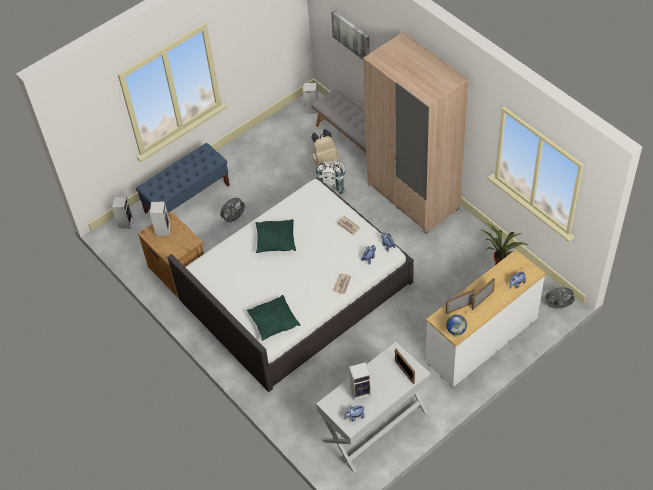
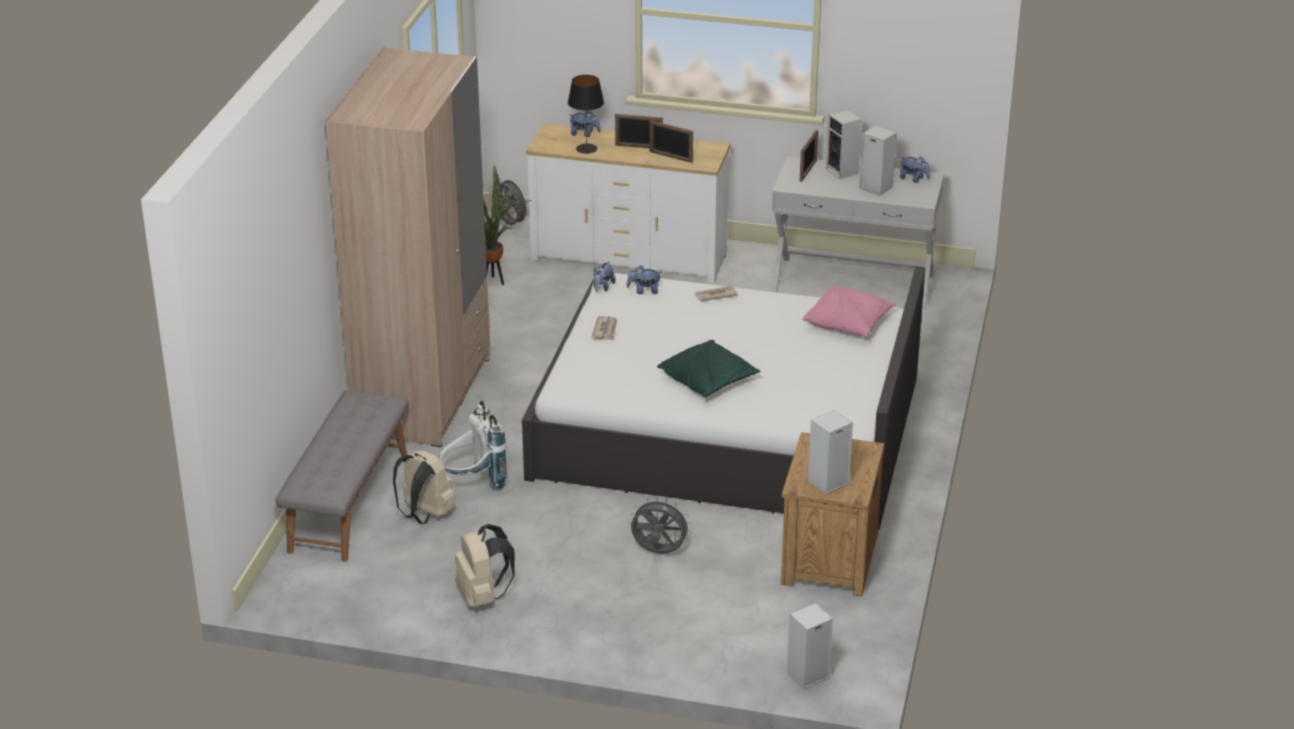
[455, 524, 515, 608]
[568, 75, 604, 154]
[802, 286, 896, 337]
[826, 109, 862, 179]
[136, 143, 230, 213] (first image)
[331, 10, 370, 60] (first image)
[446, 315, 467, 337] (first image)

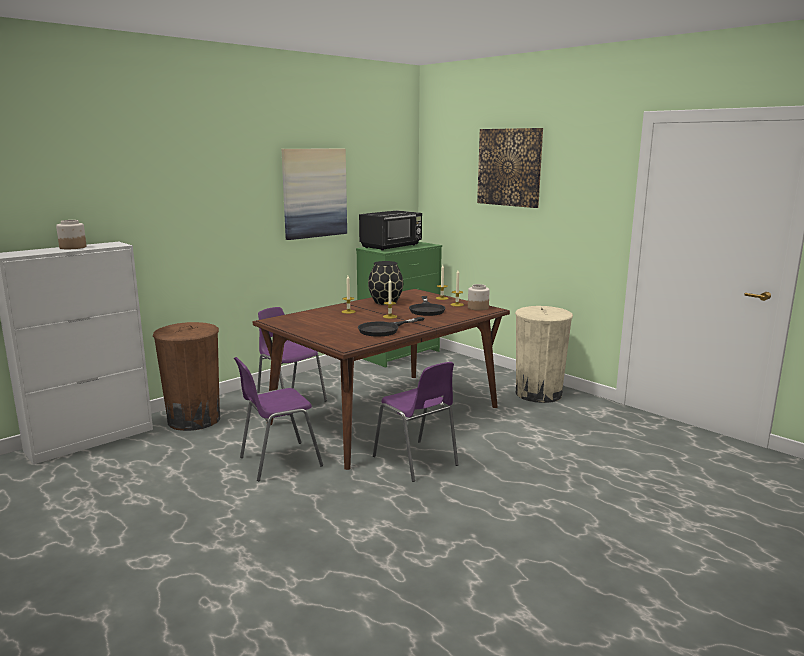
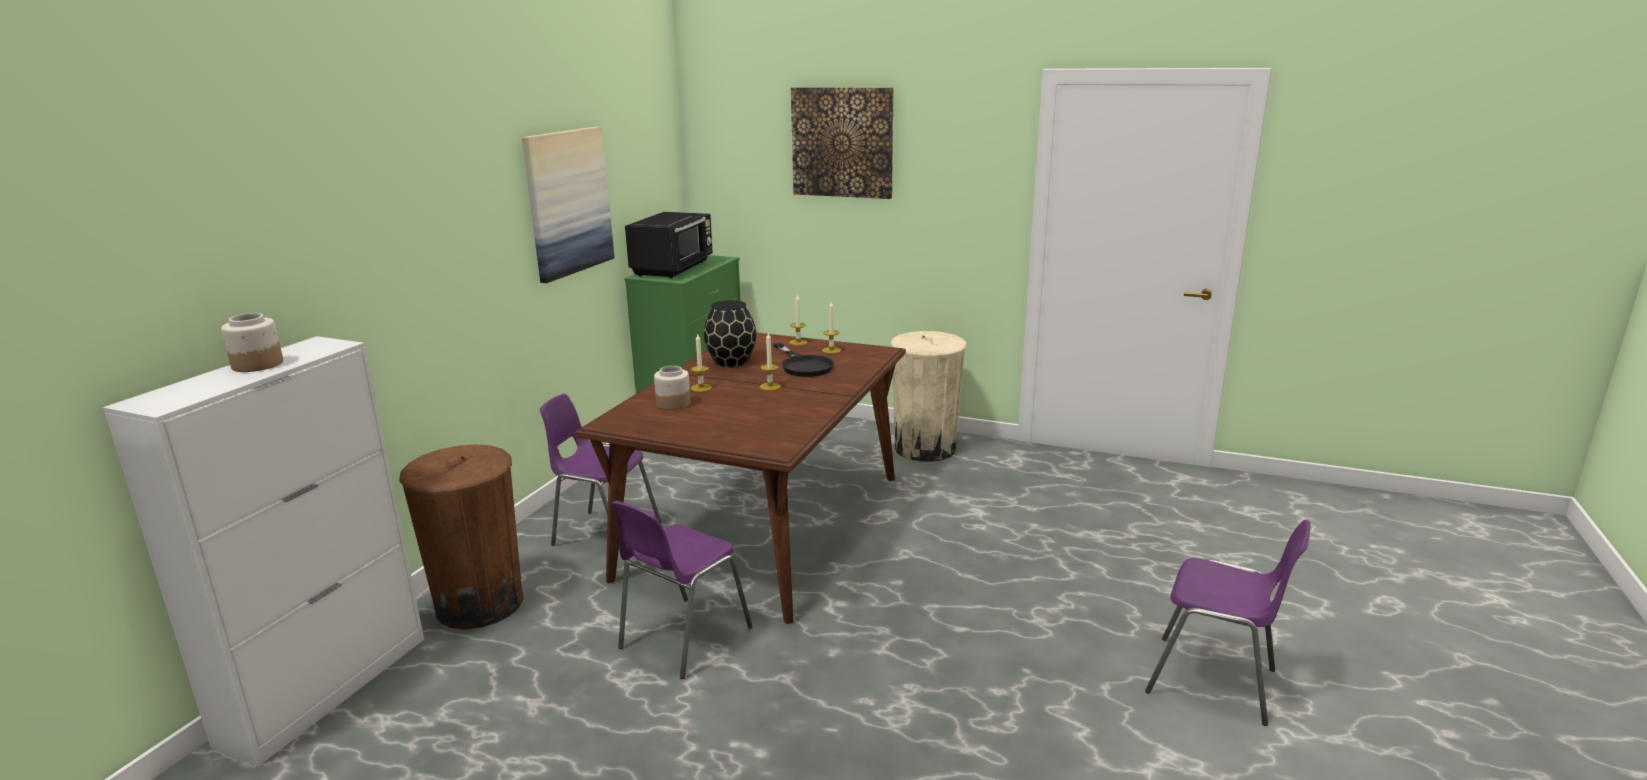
[654, 366, 691, 410]
[1145, 519, 1310, 726]
[358, 317, 424, 337] (first image)

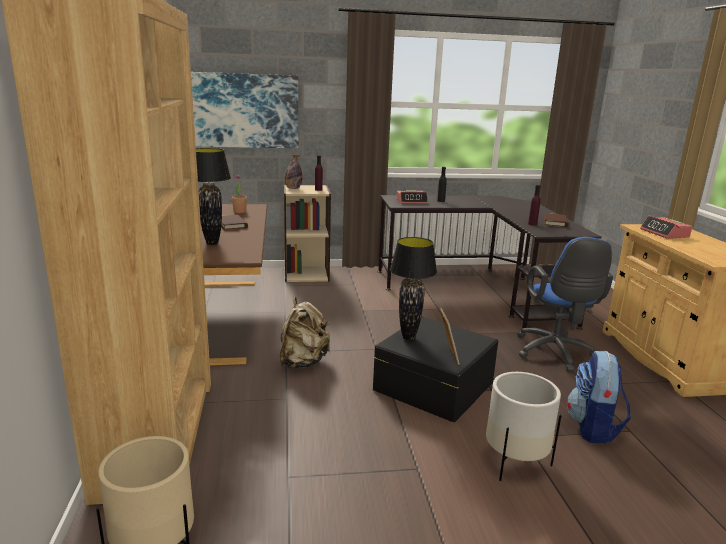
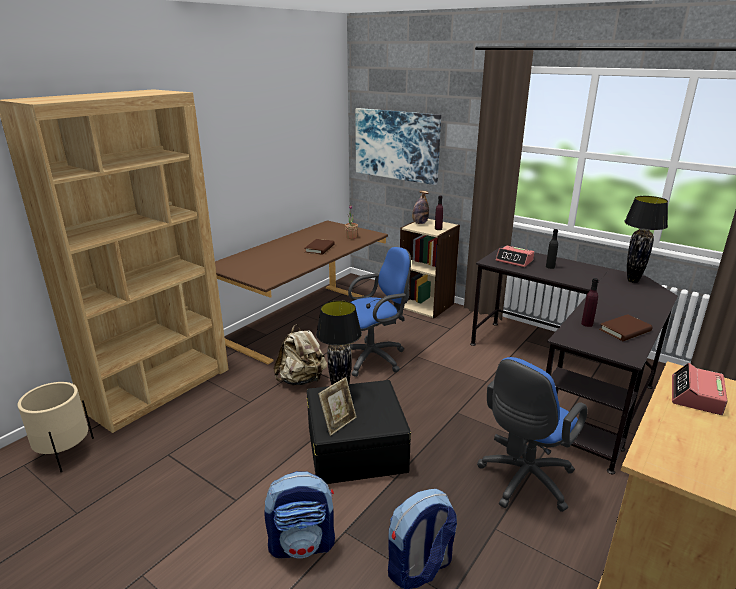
[264, 471, 335, 558]
[348, 247, 411, 377]
[624, 196, 668, 283]

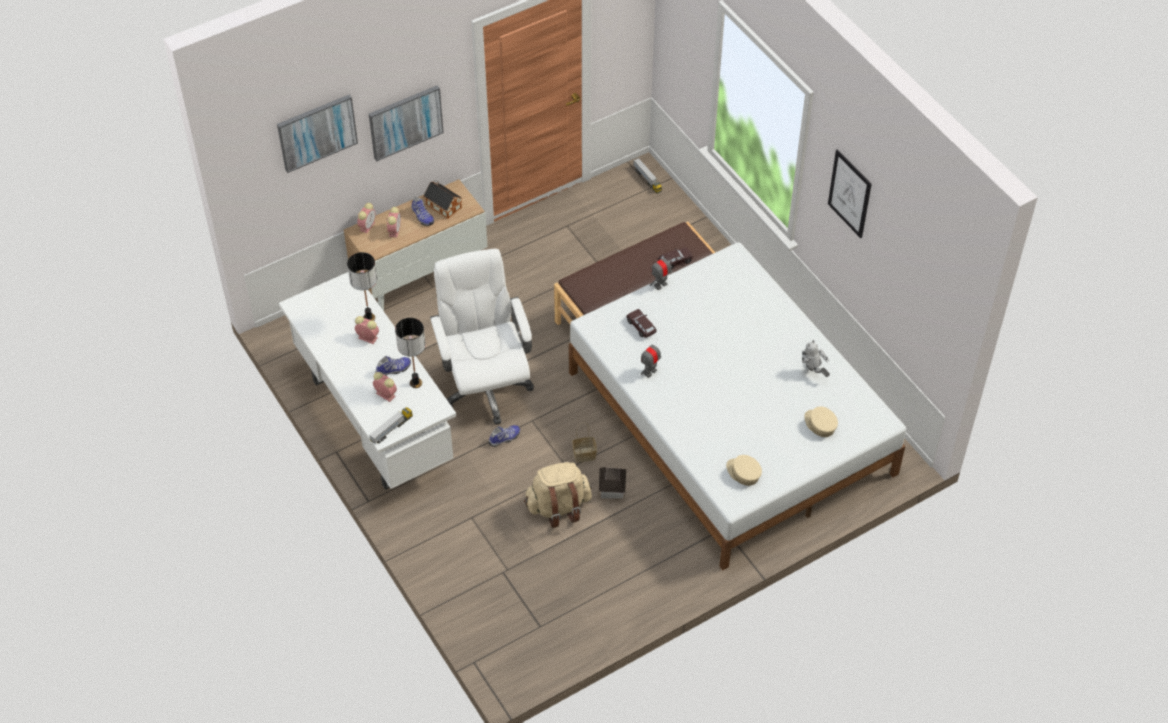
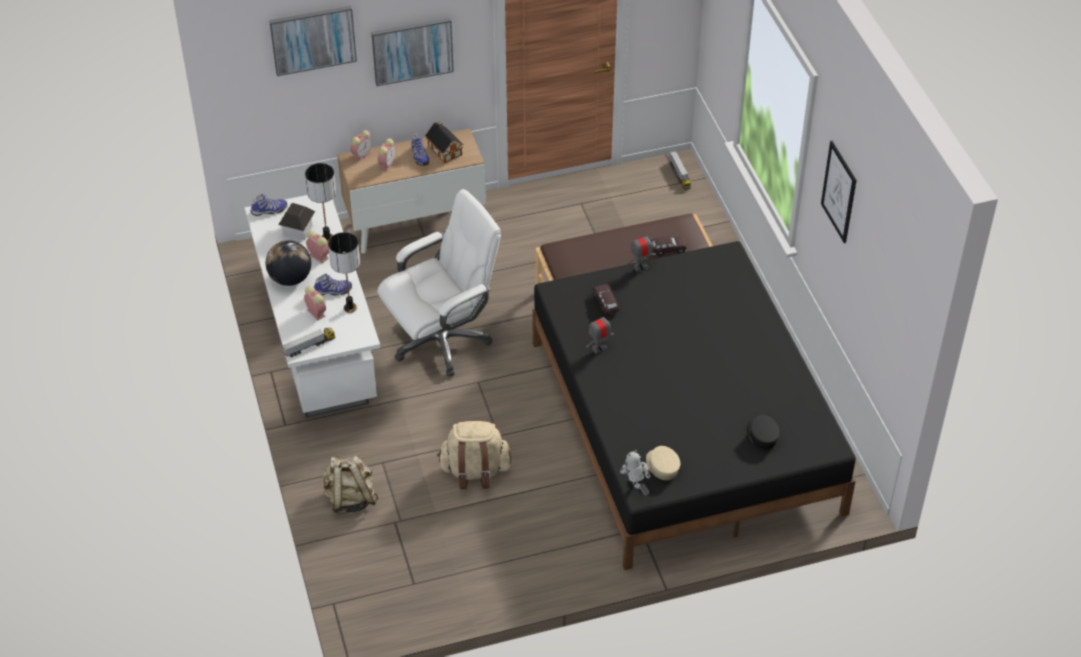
[250, 194, 287, 216]
[266, 240, 311, 286]
[278, 203, 315, 240]
[323, 456, 378, 514]
[377, 189, 501, 377]
[533, 241, 856, 570]
[620, 450, 650, 495]
[747, 415, 780, 449]
[572, 422, 597, 463] (first image)

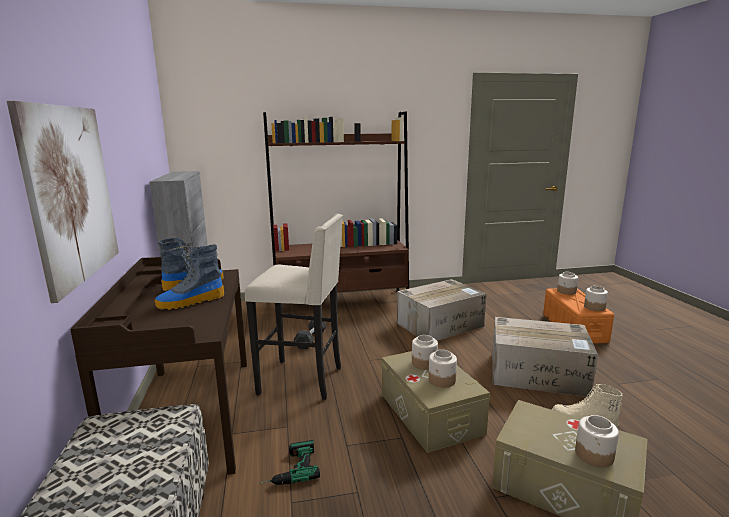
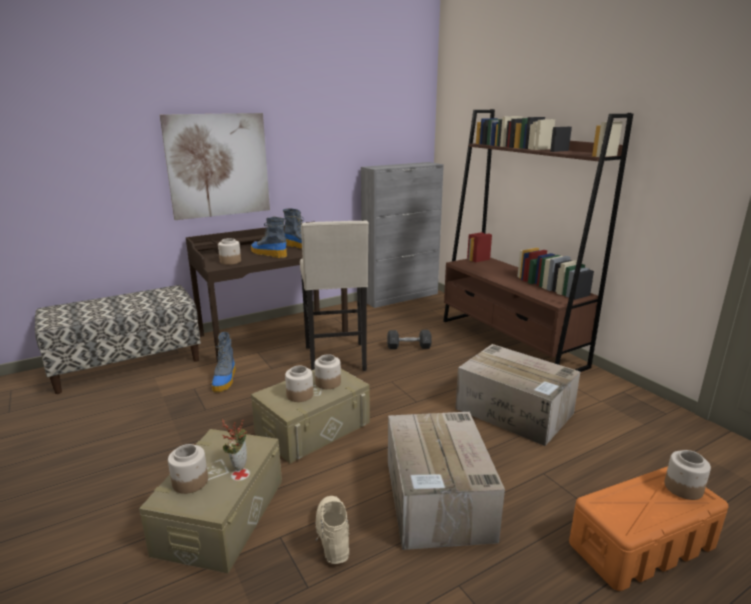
[212, 332, 236, 392]
[218, 238, 241, 265]
[222, 419, 247, 471]

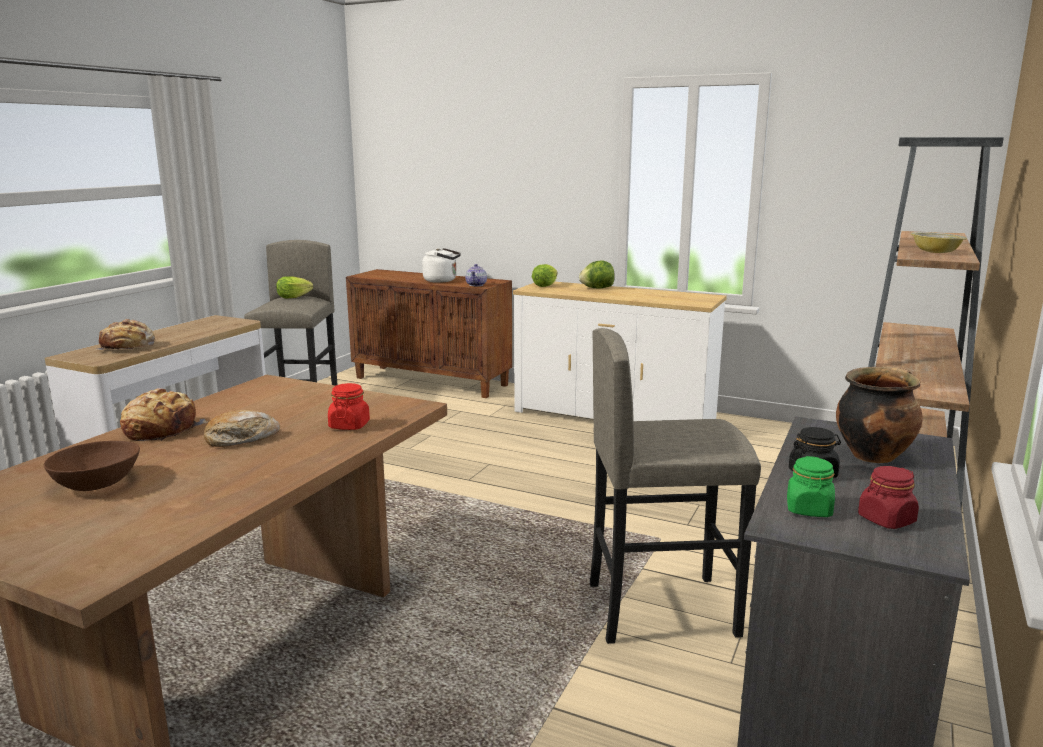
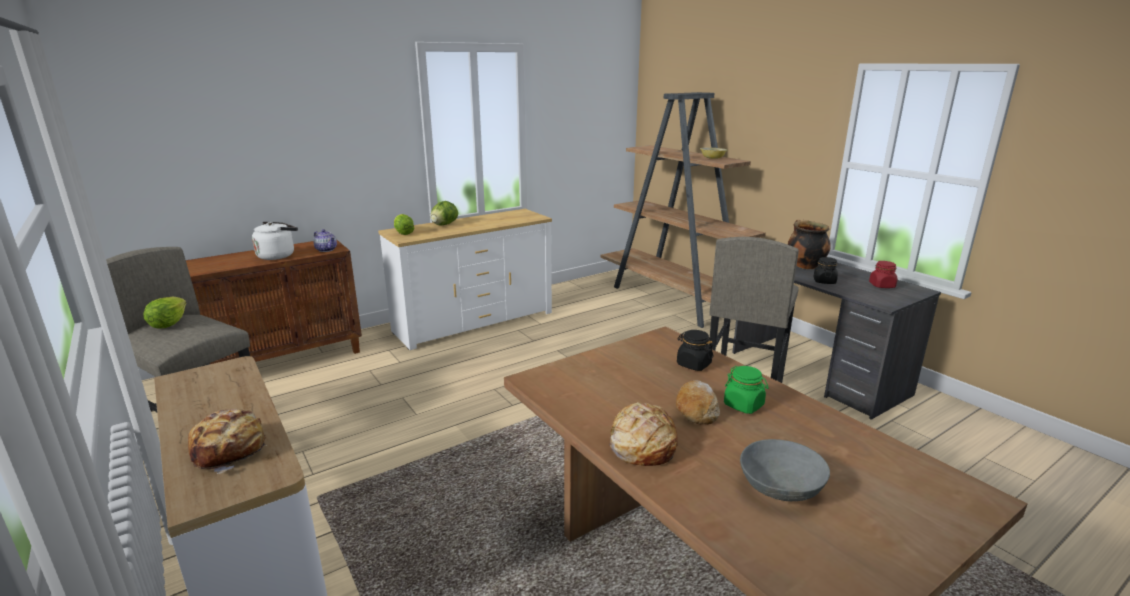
[677, 330, 714, 371]
[724, 366, 769, 414]
[740, 439, 830, 501]

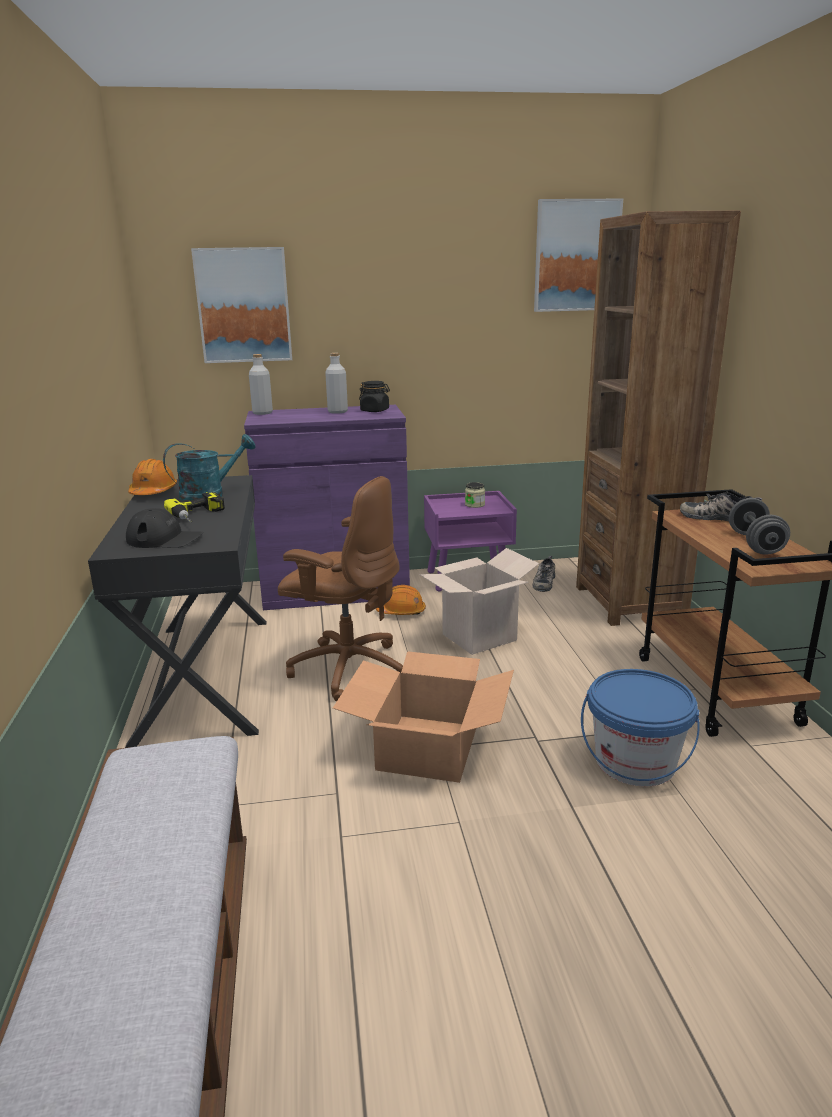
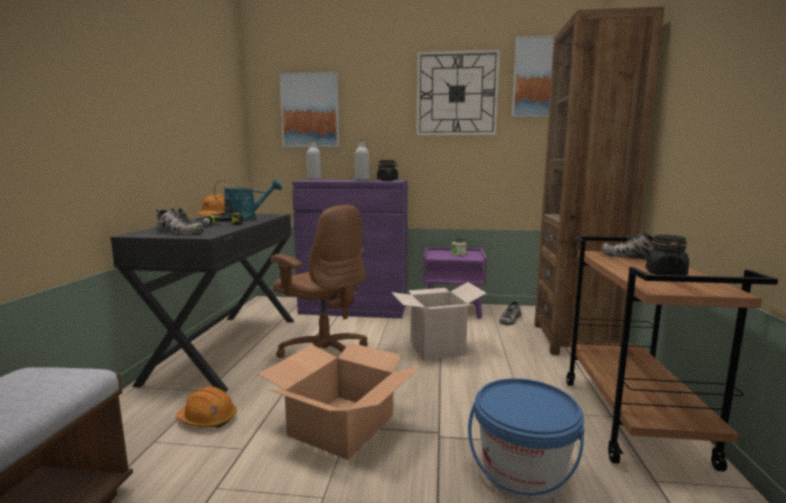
[155, 208, 204, 235]
[176, 386, 237, 427]
[416, 50, 500, 136]
[646, 235, 689, 276]

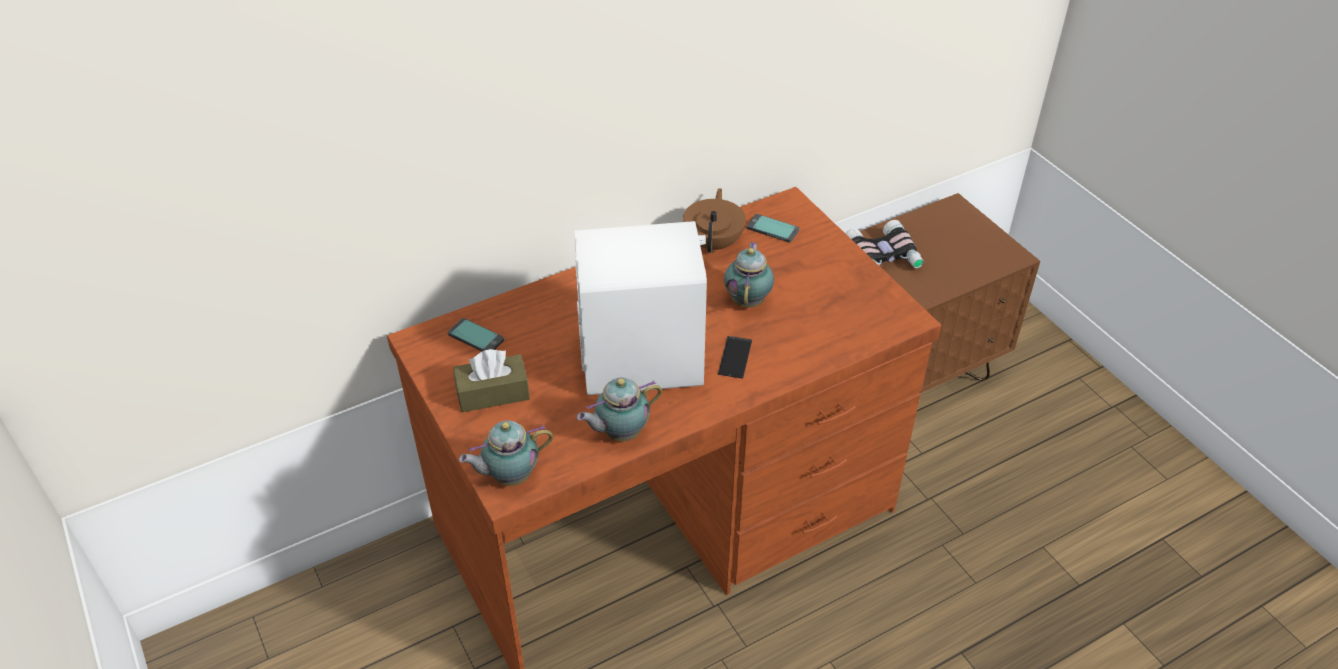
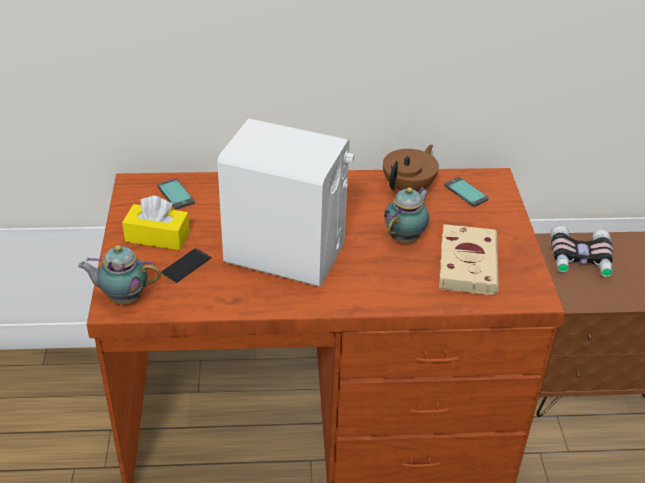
[122, 196, 190, 250]
[161, 248, 212, 283]
[439, 224, 499, 295]
[577, 378, 662, 441] (first image)

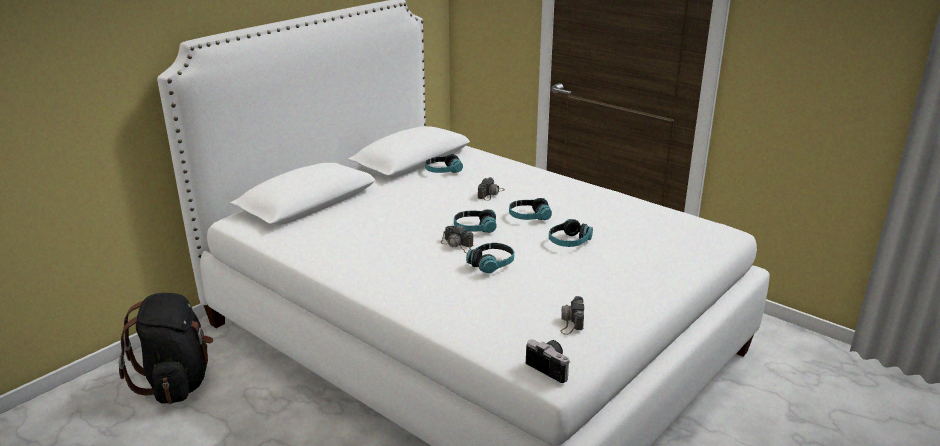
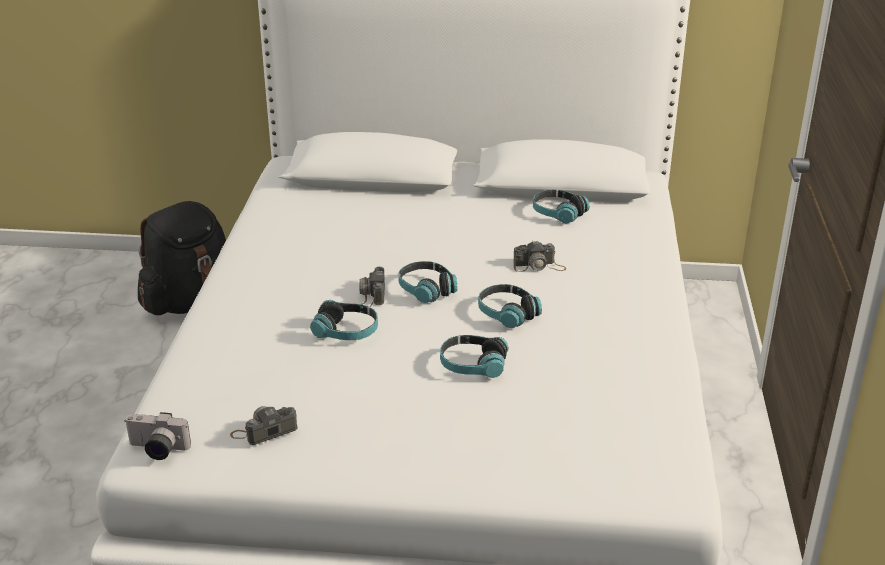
[124, 412, 191, 460]

